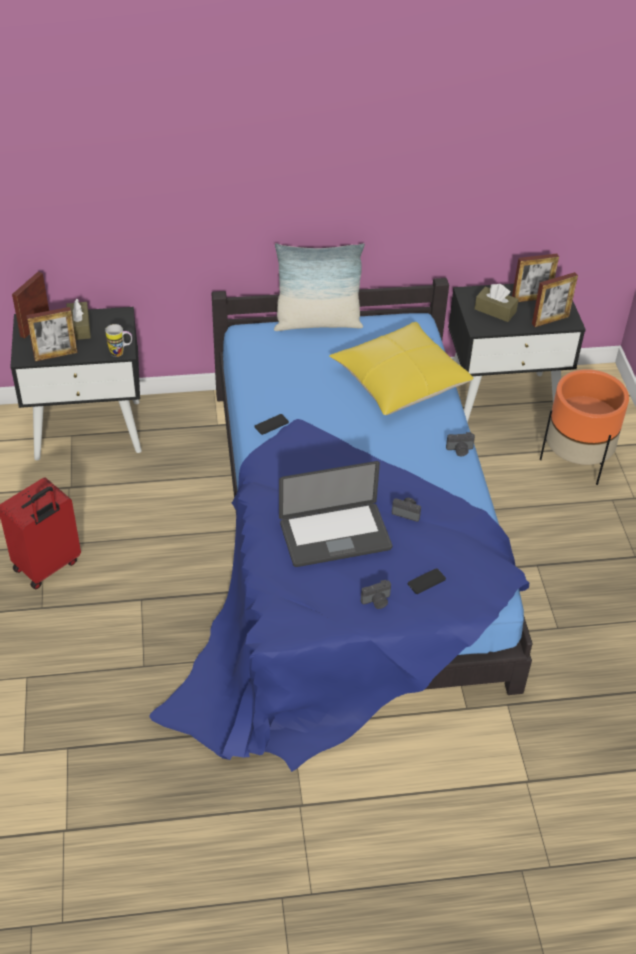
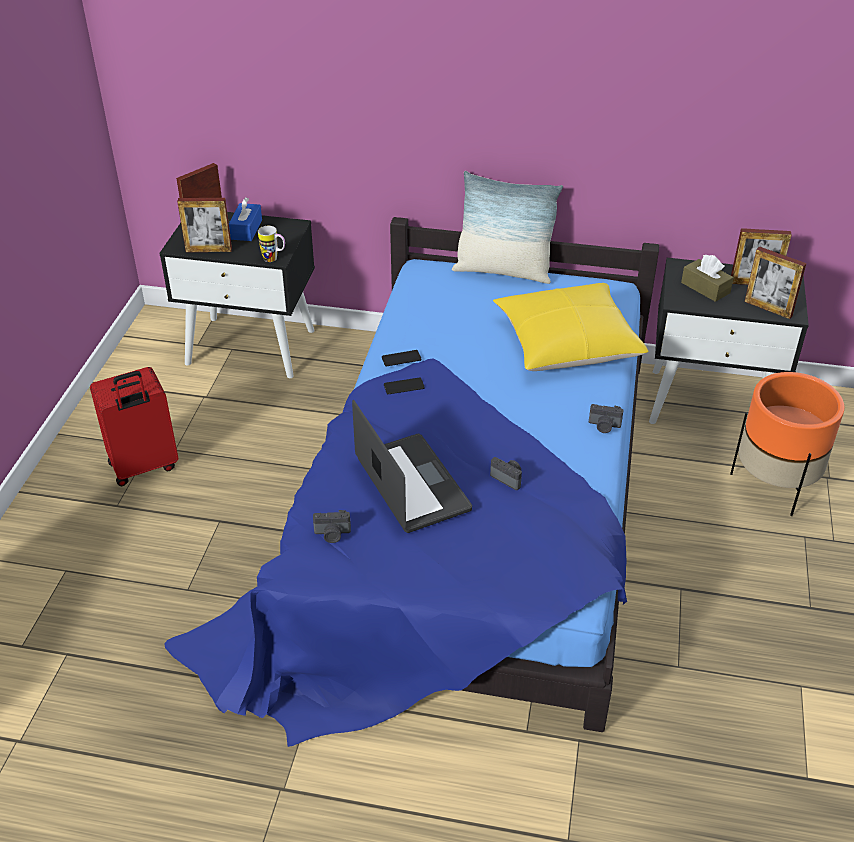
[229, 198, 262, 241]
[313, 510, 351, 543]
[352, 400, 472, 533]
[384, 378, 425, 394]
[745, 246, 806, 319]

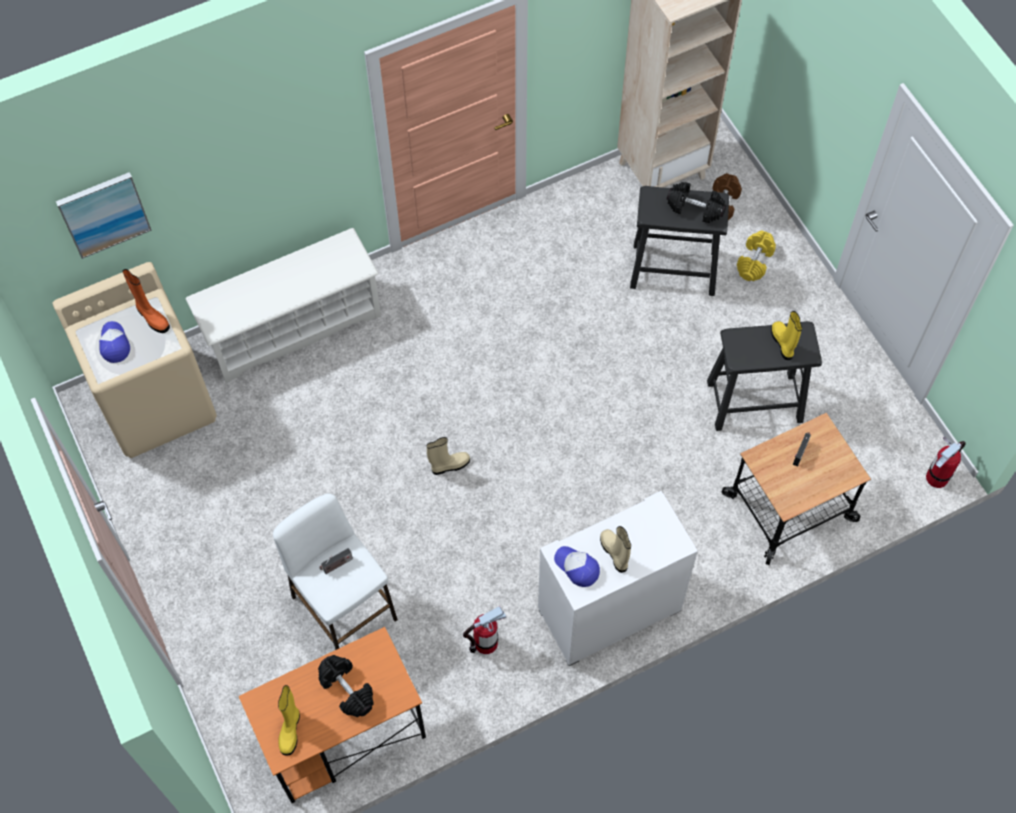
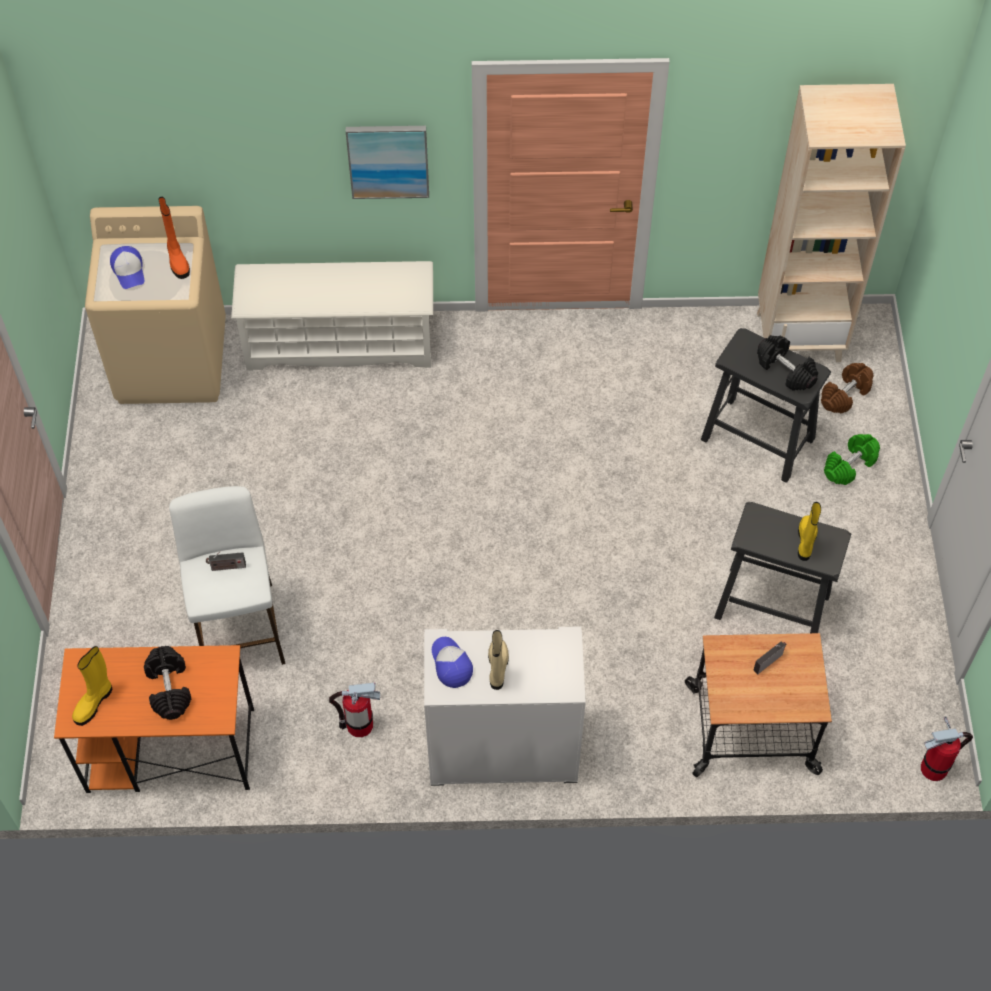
[110, 246, 144, 289]
[346, 126, 429, 199]
[824, 434, 880, 485]
[427, 437, 470, 475] (first image)

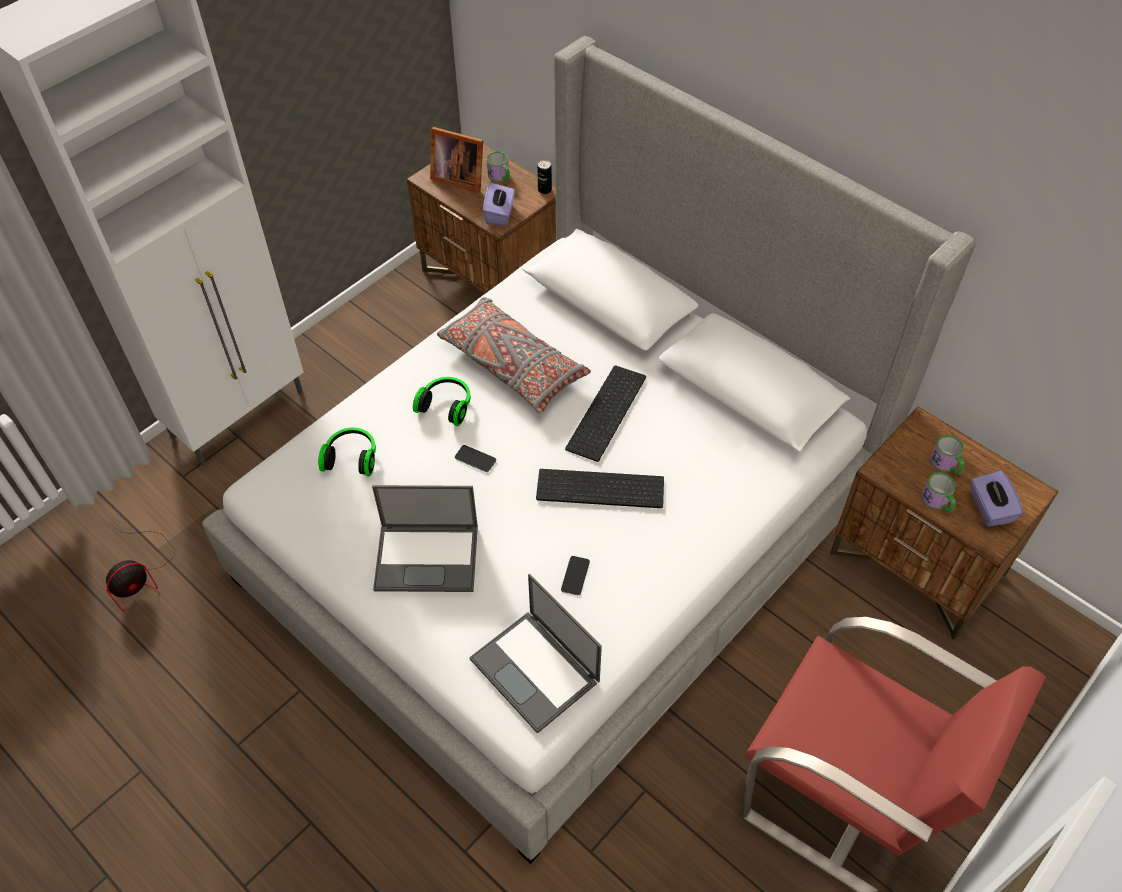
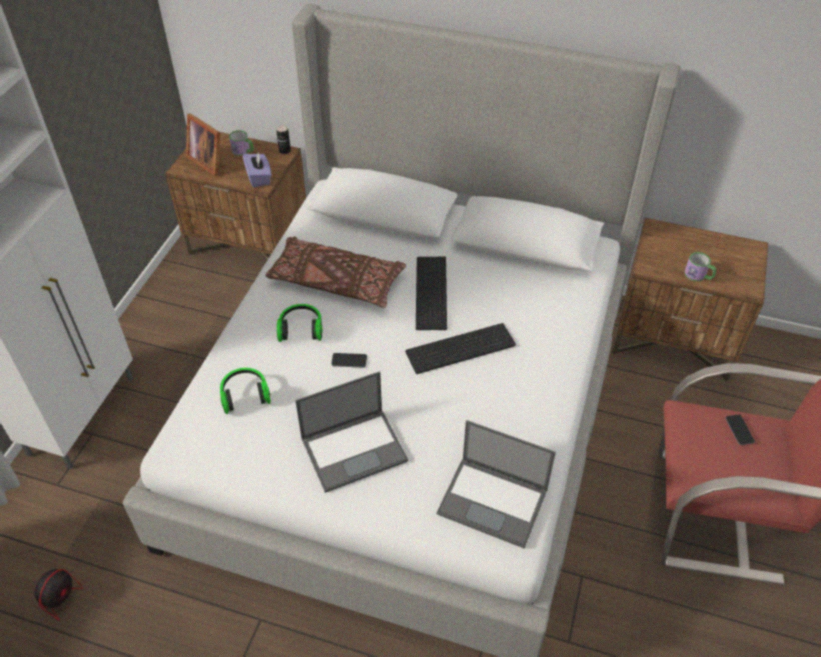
[186, 113, 220, 176]
[265, 237, 406, 308]
[725, 414, 755, 445]
[930, 435, 965, 474] (first image)
[971, 471, 1023, 527] (first image)

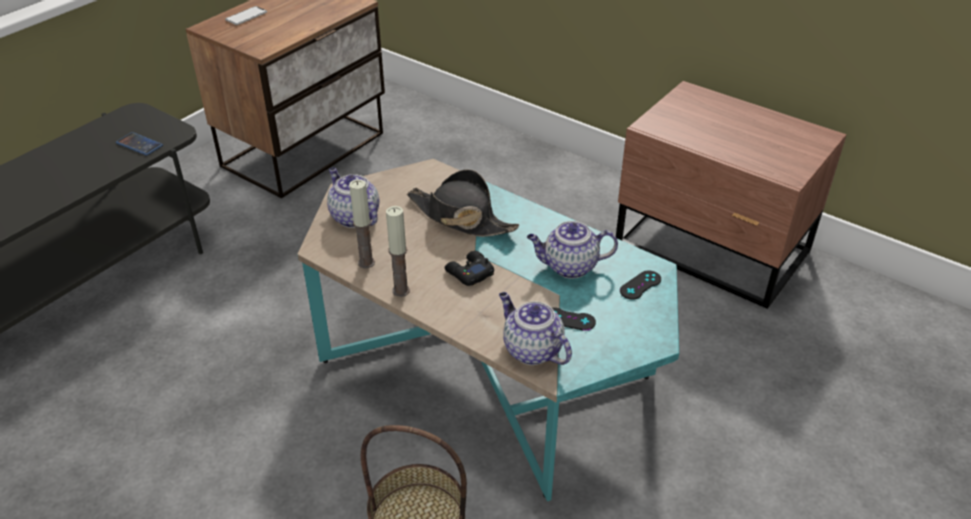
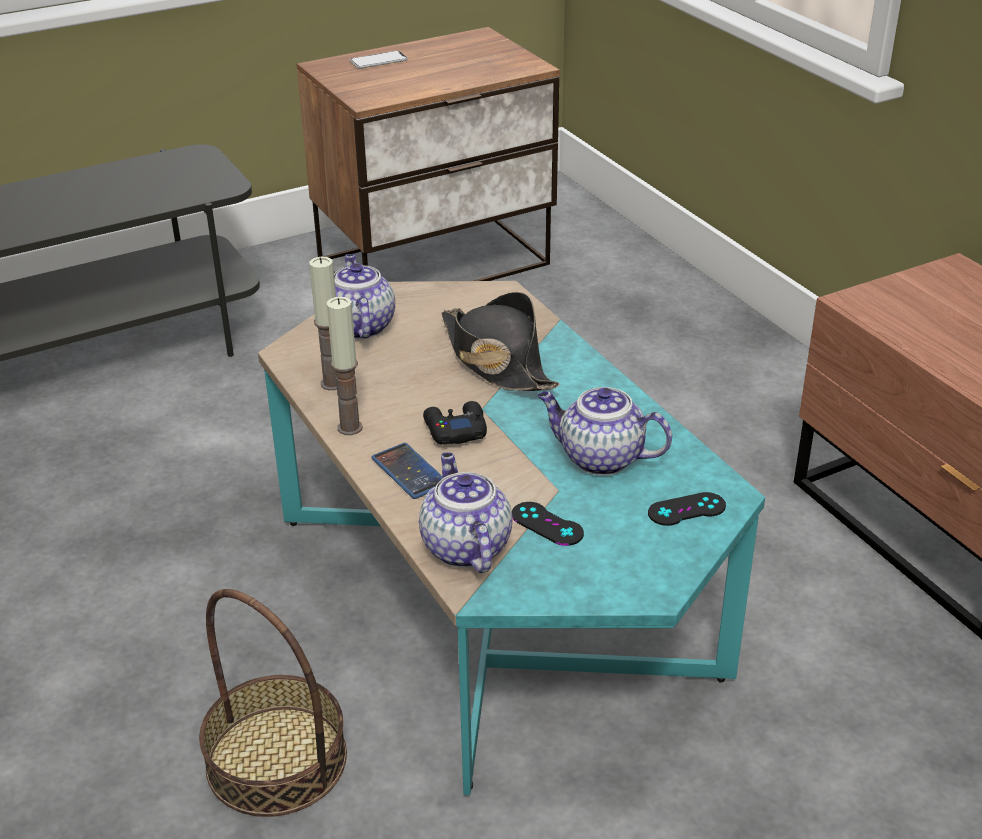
[371, 443, 443, 499]

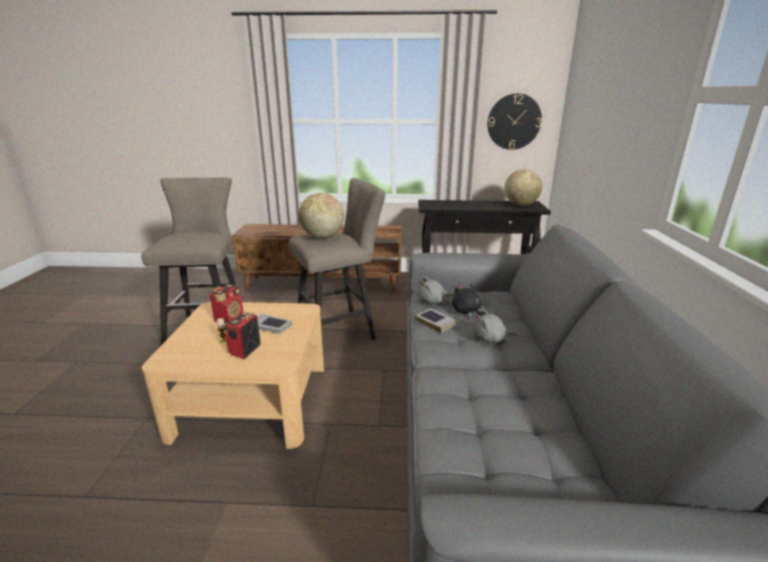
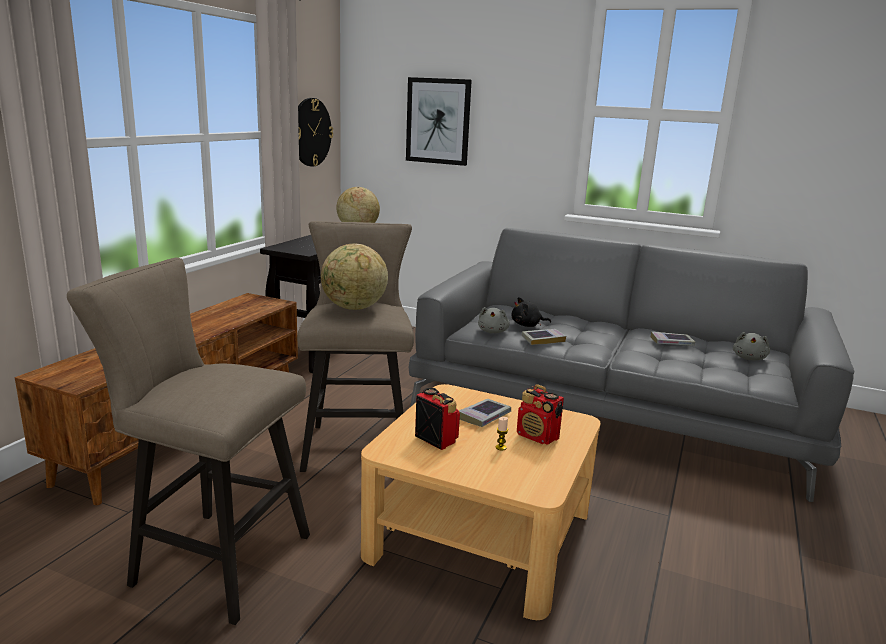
[406, 77, 472, 166]
[651, 331, 695, 346]
[733, 332, 770, 360]

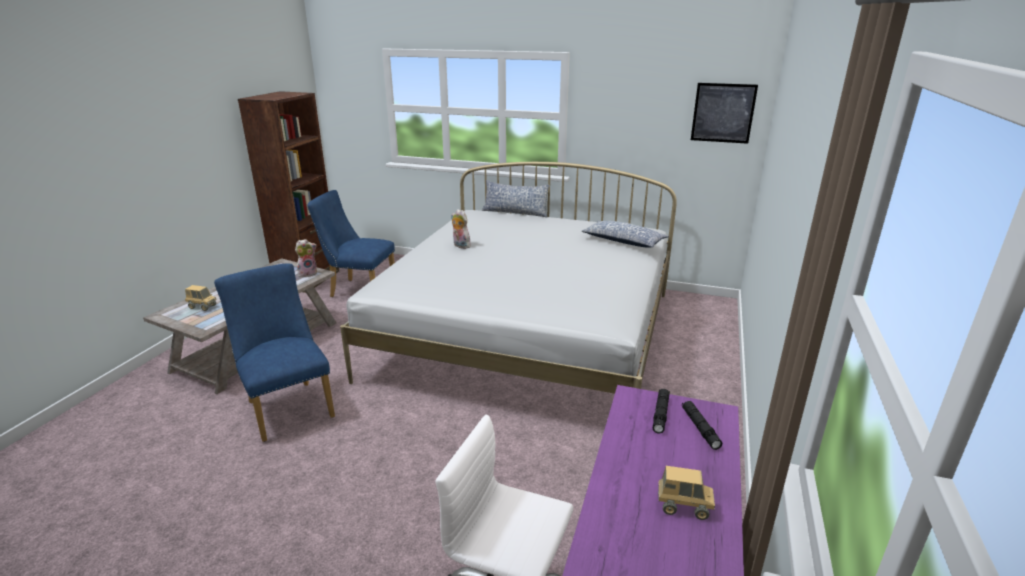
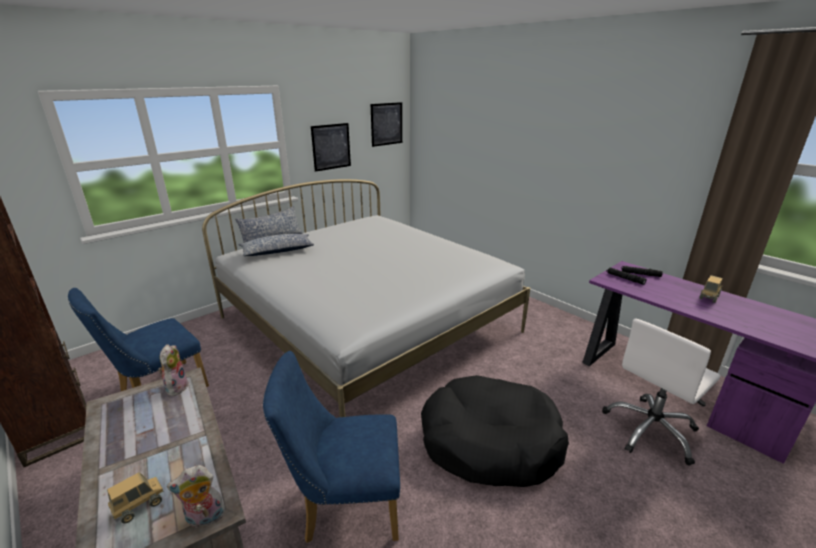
[167, 465, 226, 528]
[239, 234, 314, 256]
[311, 123, 351, 172]
[421, 375, 569, 487]

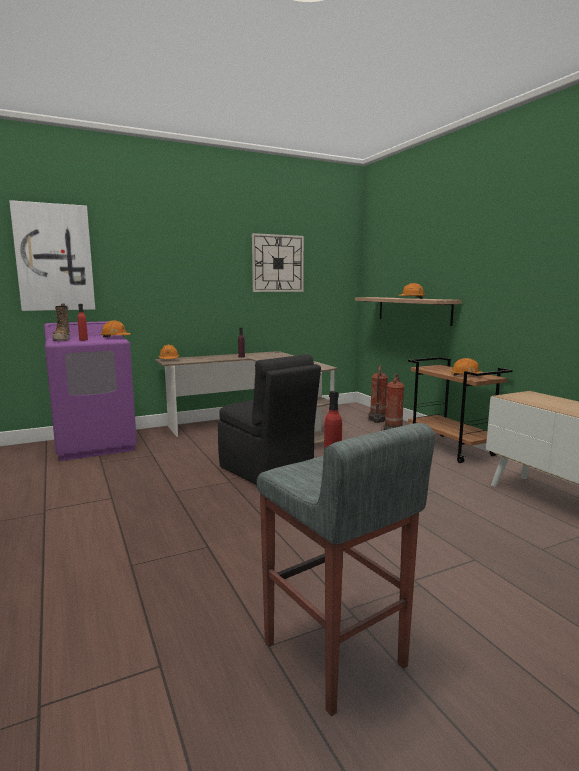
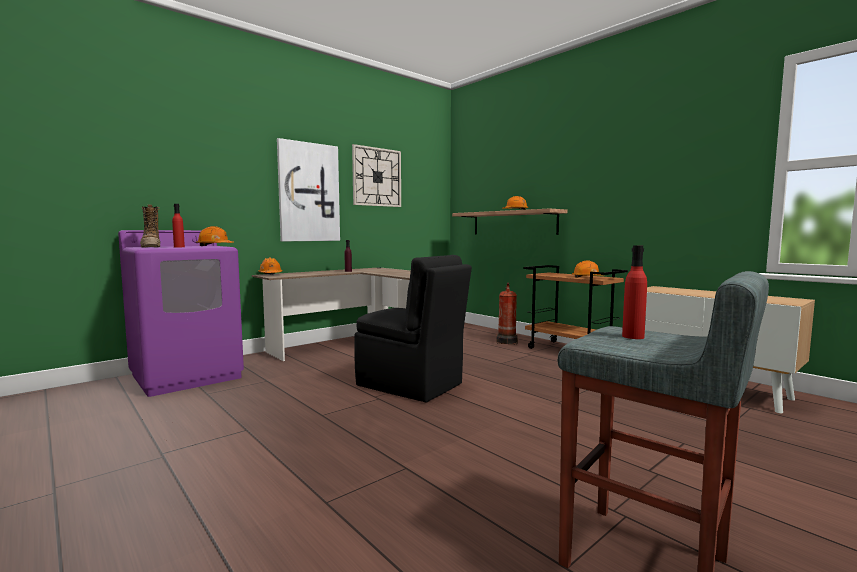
[277, 138, 340, 241]
[368, 365, 388, 423] (first image)

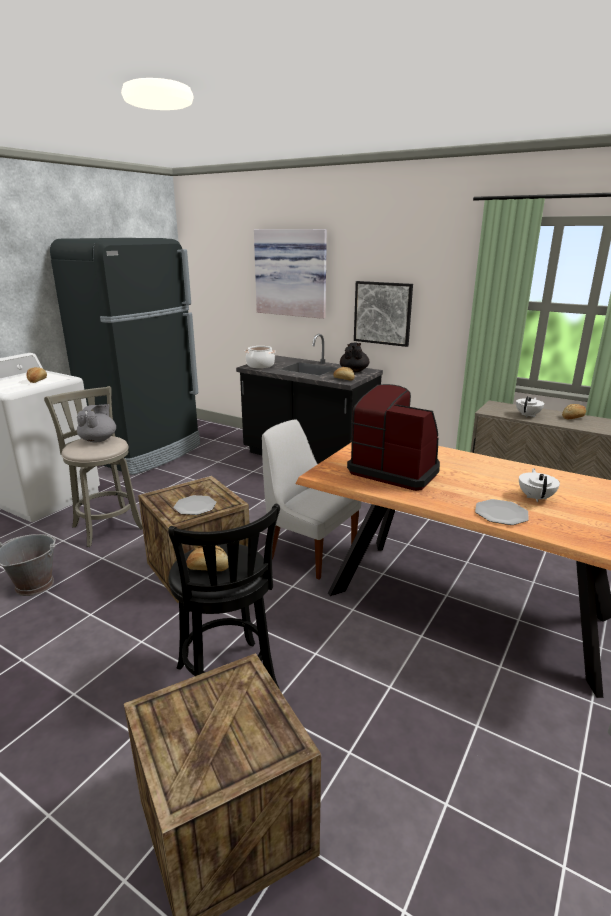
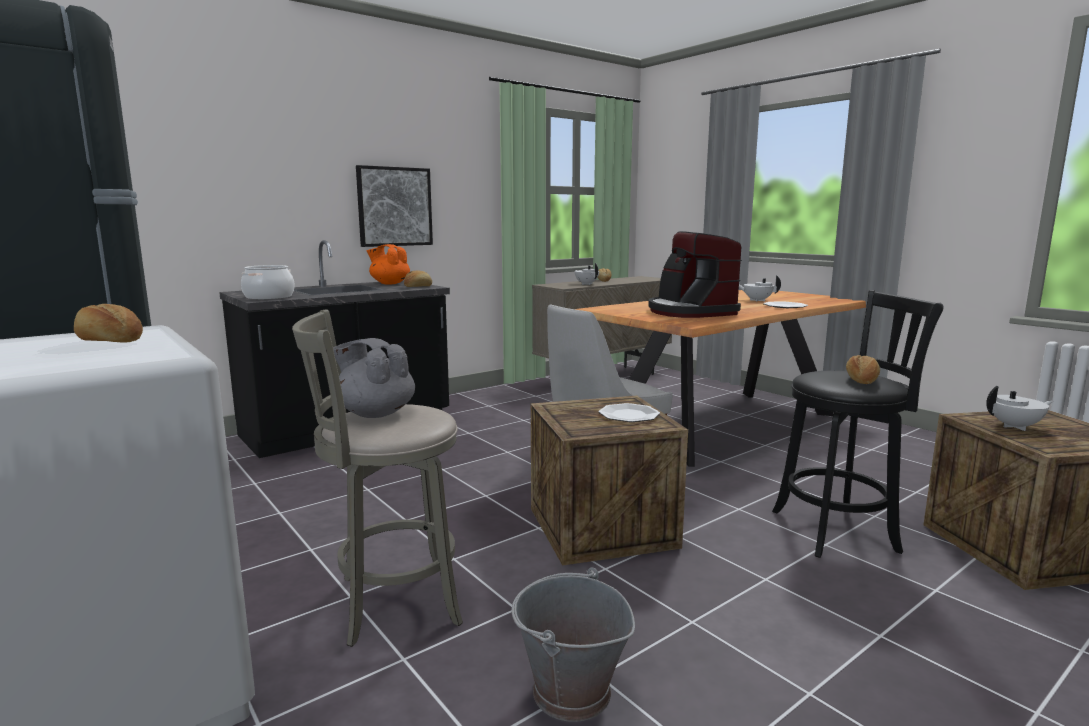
[367, 244, 410, 284]
[648, 231, 742, 318]
[986, 386, 1053, 431]
[254, 229, 327, 319] (first image)

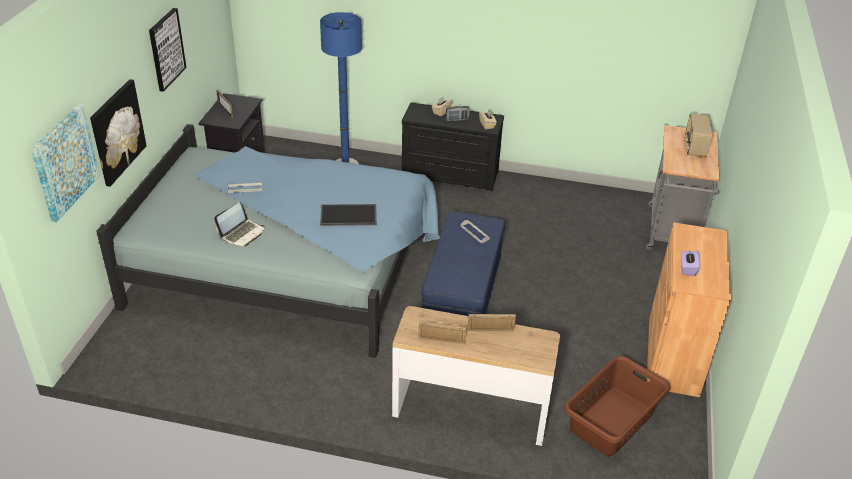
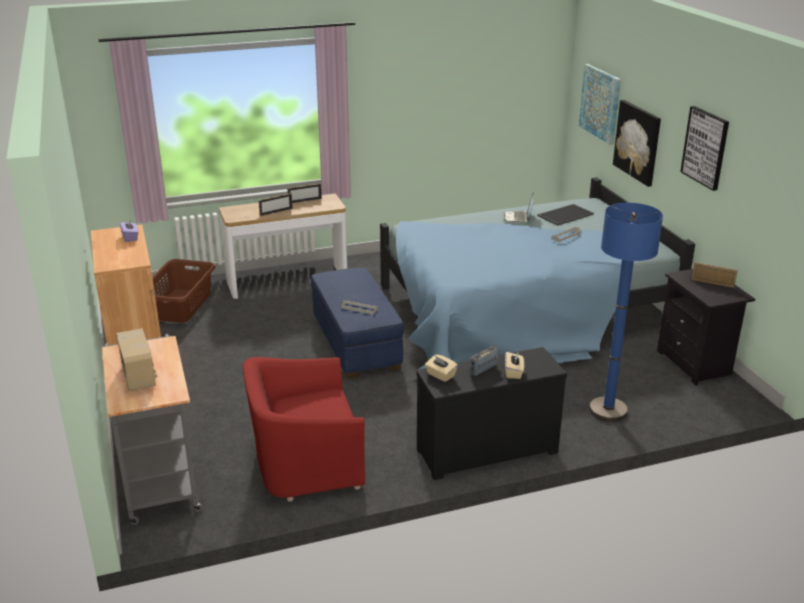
[243, 357, 365, 502]
[537, 204, 594, 226]

